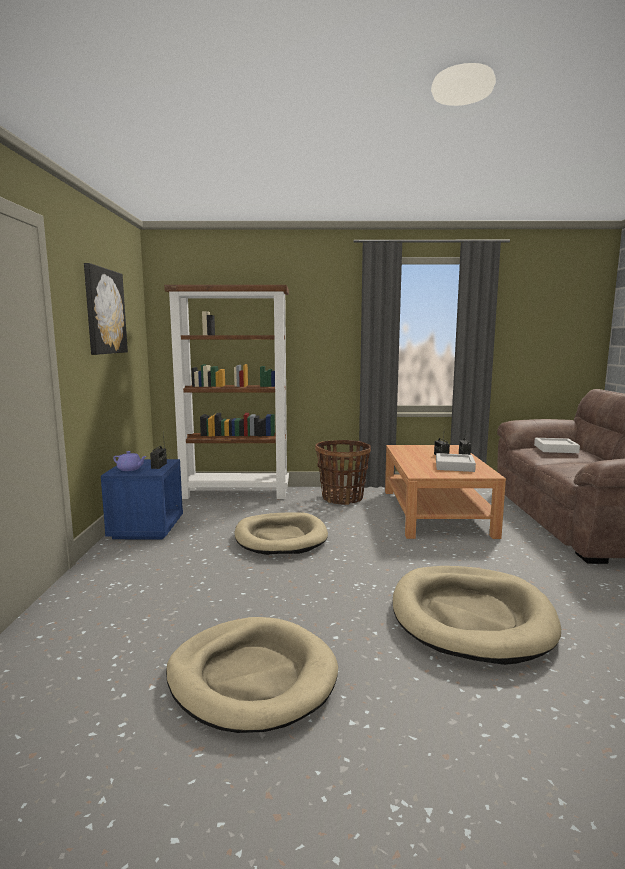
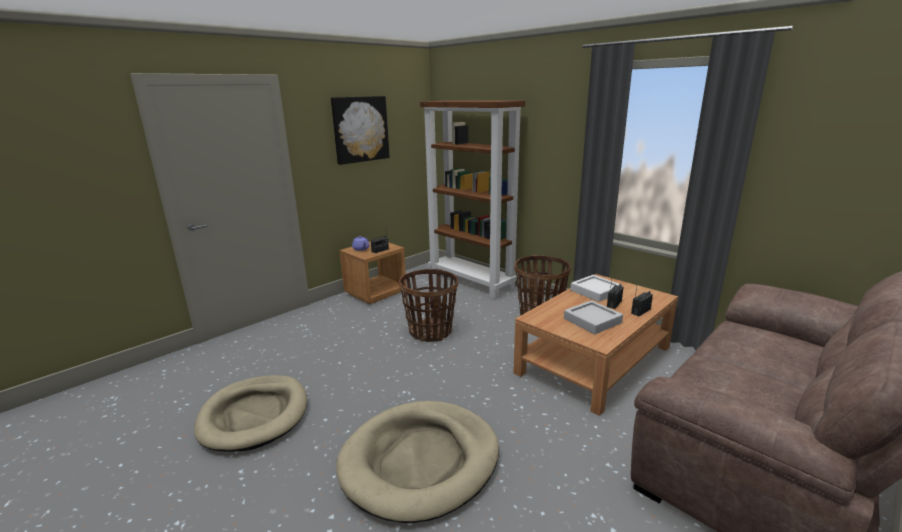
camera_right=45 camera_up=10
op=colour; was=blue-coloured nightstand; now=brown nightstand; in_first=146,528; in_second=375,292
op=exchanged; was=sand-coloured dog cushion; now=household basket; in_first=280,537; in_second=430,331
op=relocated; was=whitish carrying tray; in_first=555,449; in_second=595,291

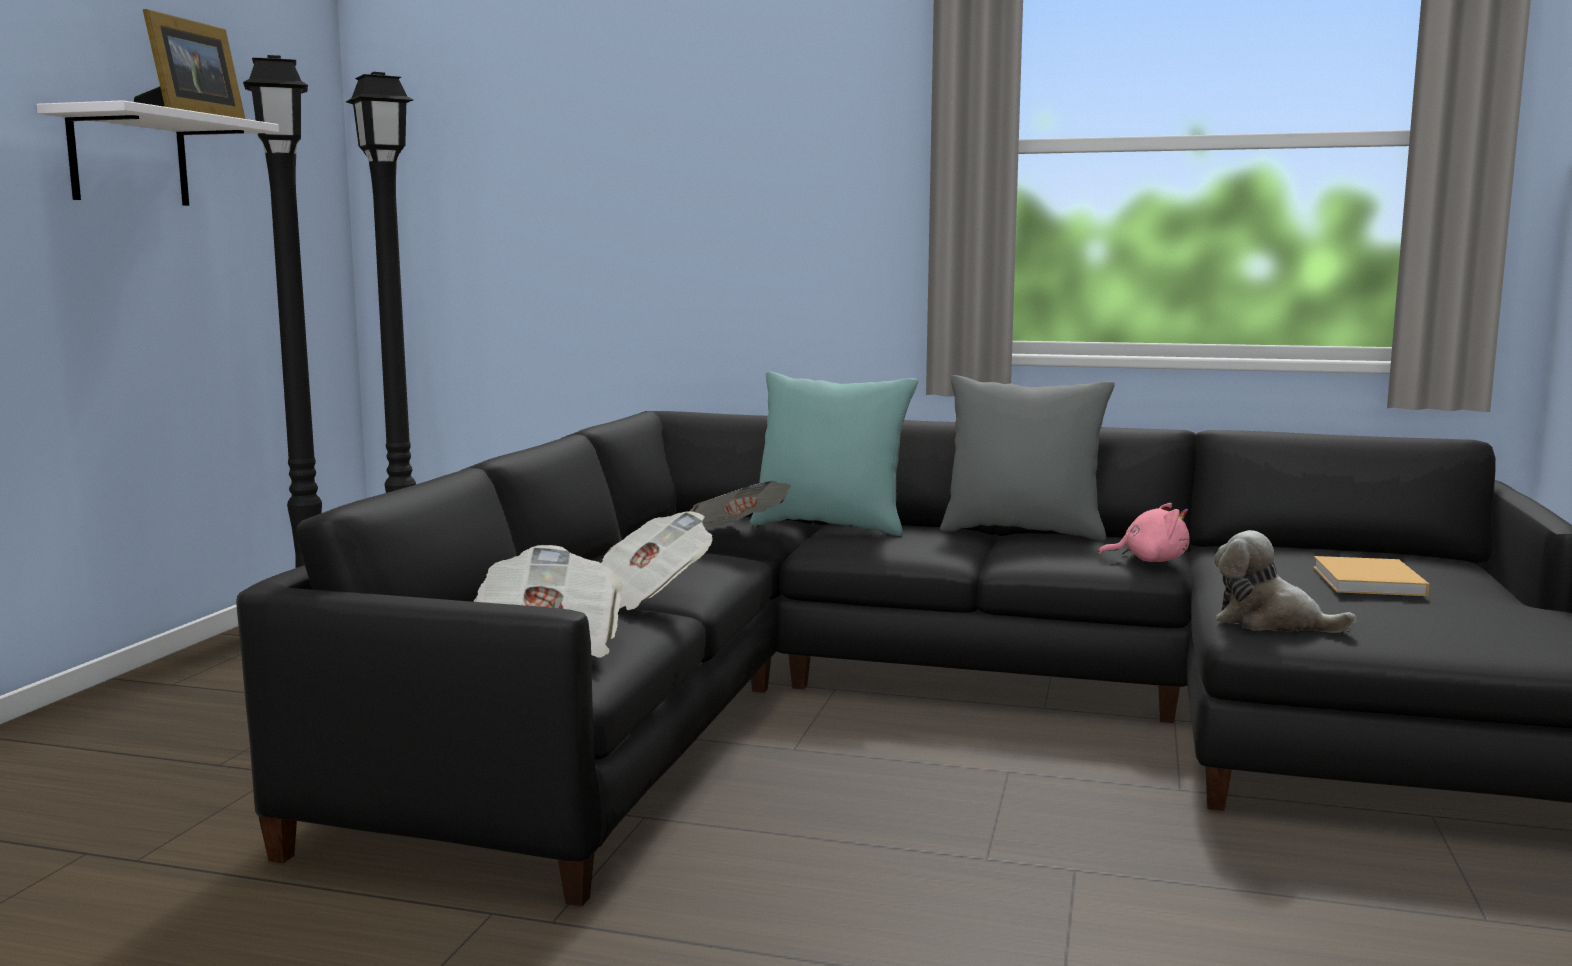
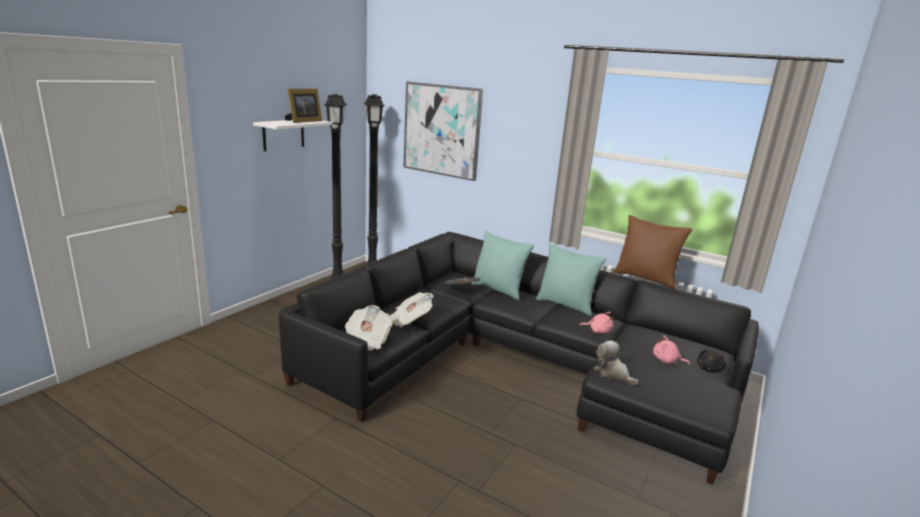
camera_right=15 camera_up=10
op=appeared; now=picture; in_second=441,130
op=colour; was=grey pillow; now=blue-green pillow; in_first=1023,532; in_second=565,305
op=appeared; now=brown pillow; in_second=645,278
op=exchanged; was=sand-coloured bound book; now=pink-coloured cuddly toy; in_first=1369,582; in_second=667,361
op=appeared; now=black cuddly toy; in_second=709,369

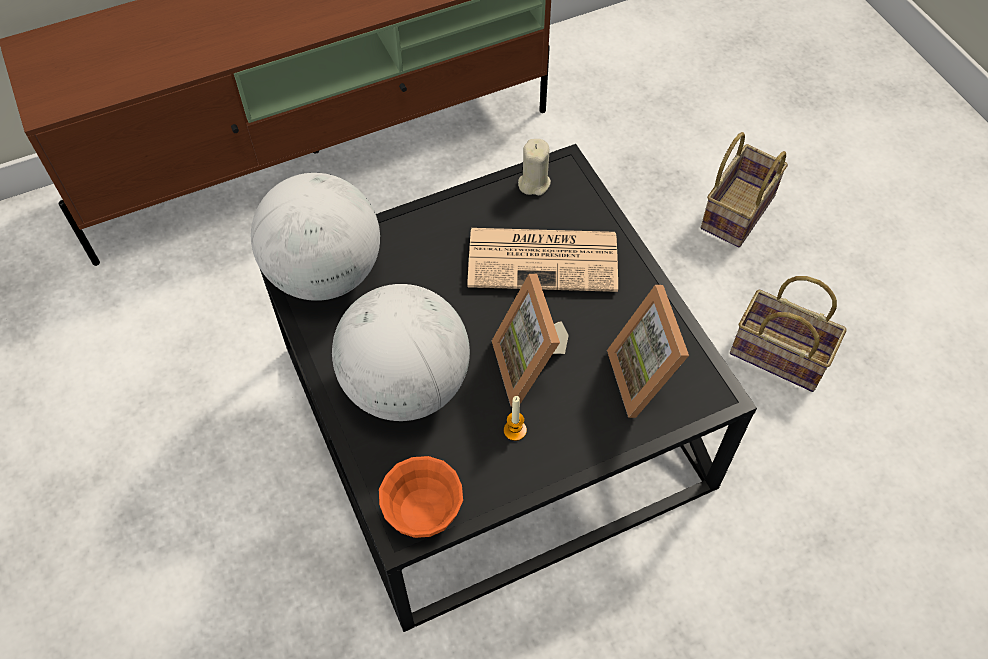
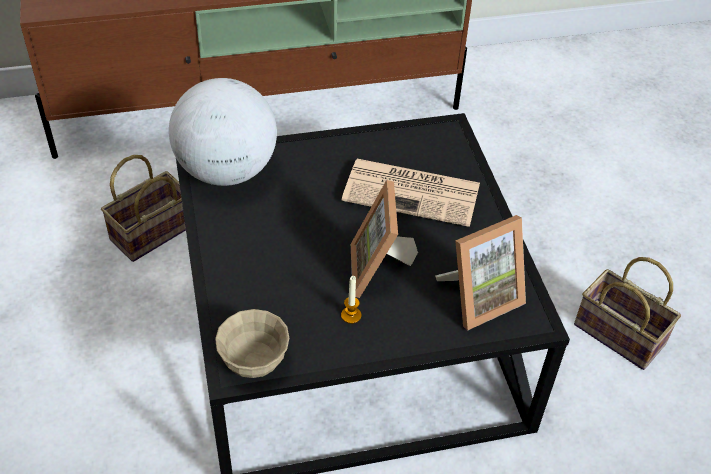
camera_right=10 camera_up=-10
op=relocated; was=household basket; in_first=737,210; in_second=153,230
op=colour; was=orangey serving bowl; now=sand-coloured serving bowl; in_first=423,513; in_second=254,362
op=spun; was=standing frame; in_first=649,378; in_second=479,297; clockwise=-120
op=missing; was=world globe; in_first=406,386
op=missing; was=sand-coloured wax light; in_first=534,183

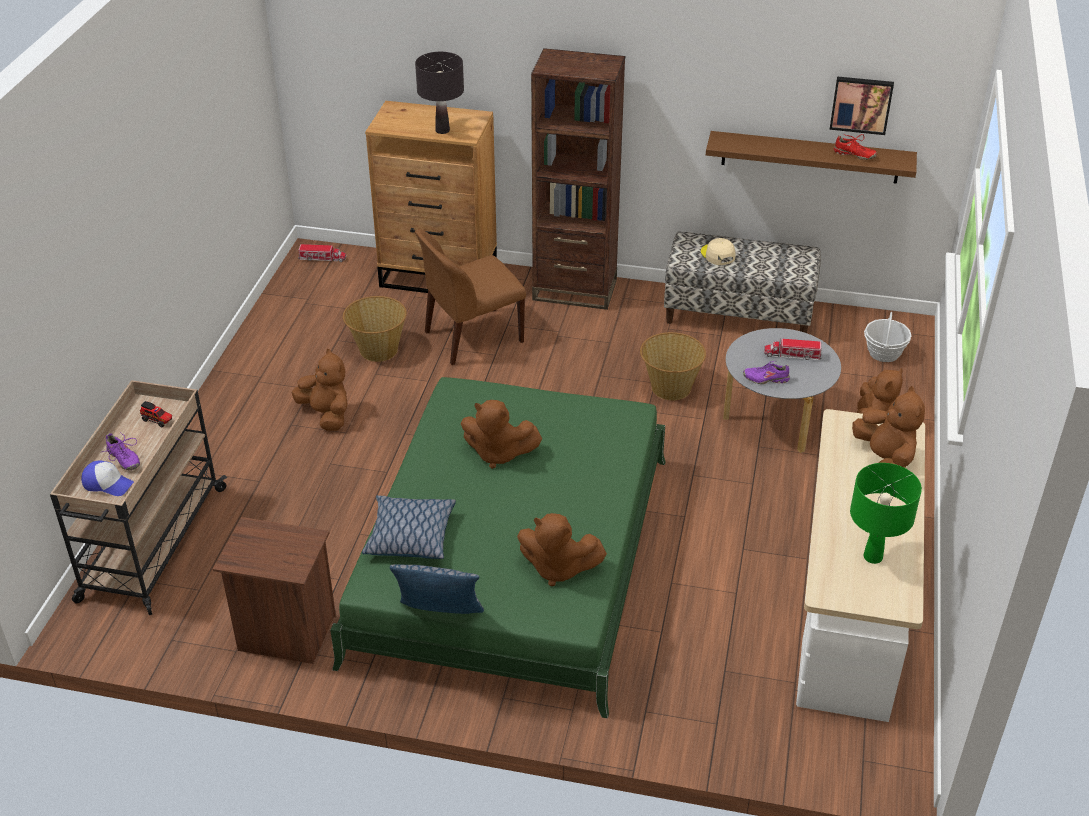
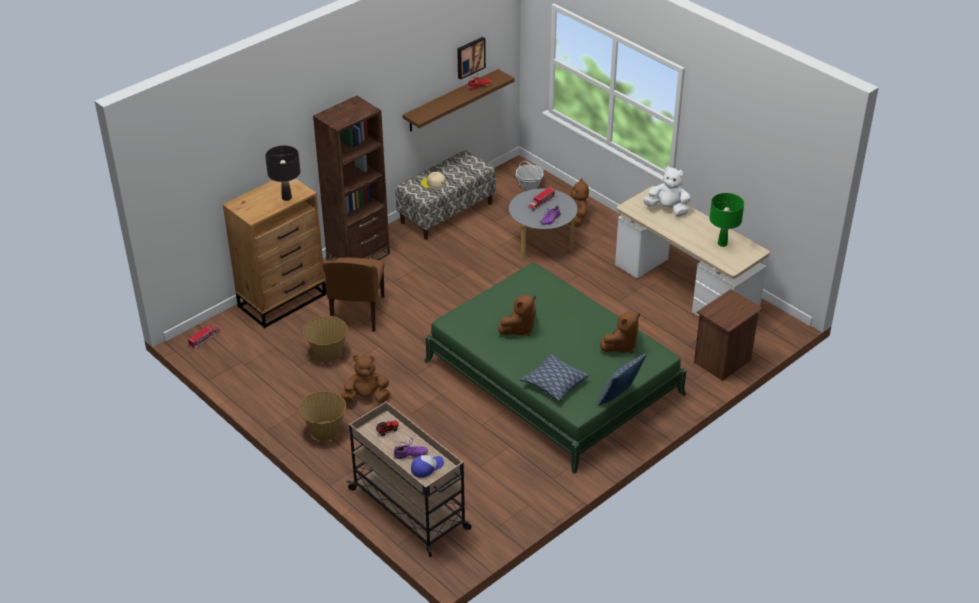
camera_right=-55 camera_up=0
op=relocated; was=household basket; in_first=670,388; in_second=325,431
op=colour; was=brown cuddly toy; now=whitish cuddly toy; in_first=884,461; in_second=667,209
op=relocated; was=brown nightstand; in_first=286,634; in_second=723,362

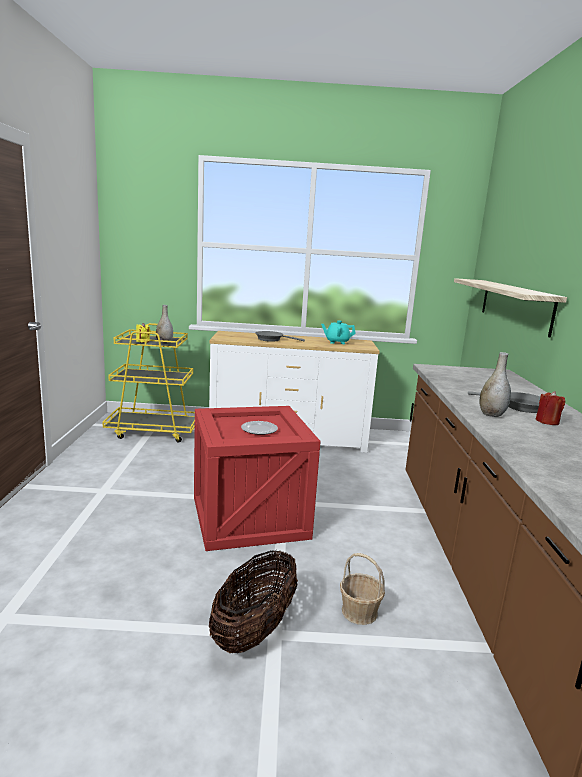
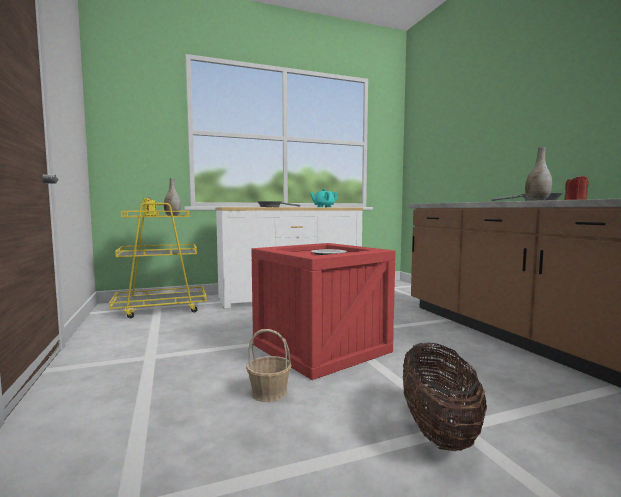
camera_right=-20 camera_up=-10
op=relocated; was=household basket; in_first=359,612; in_second=269,393
op=missing; was=wall shelf; in_first=514,305

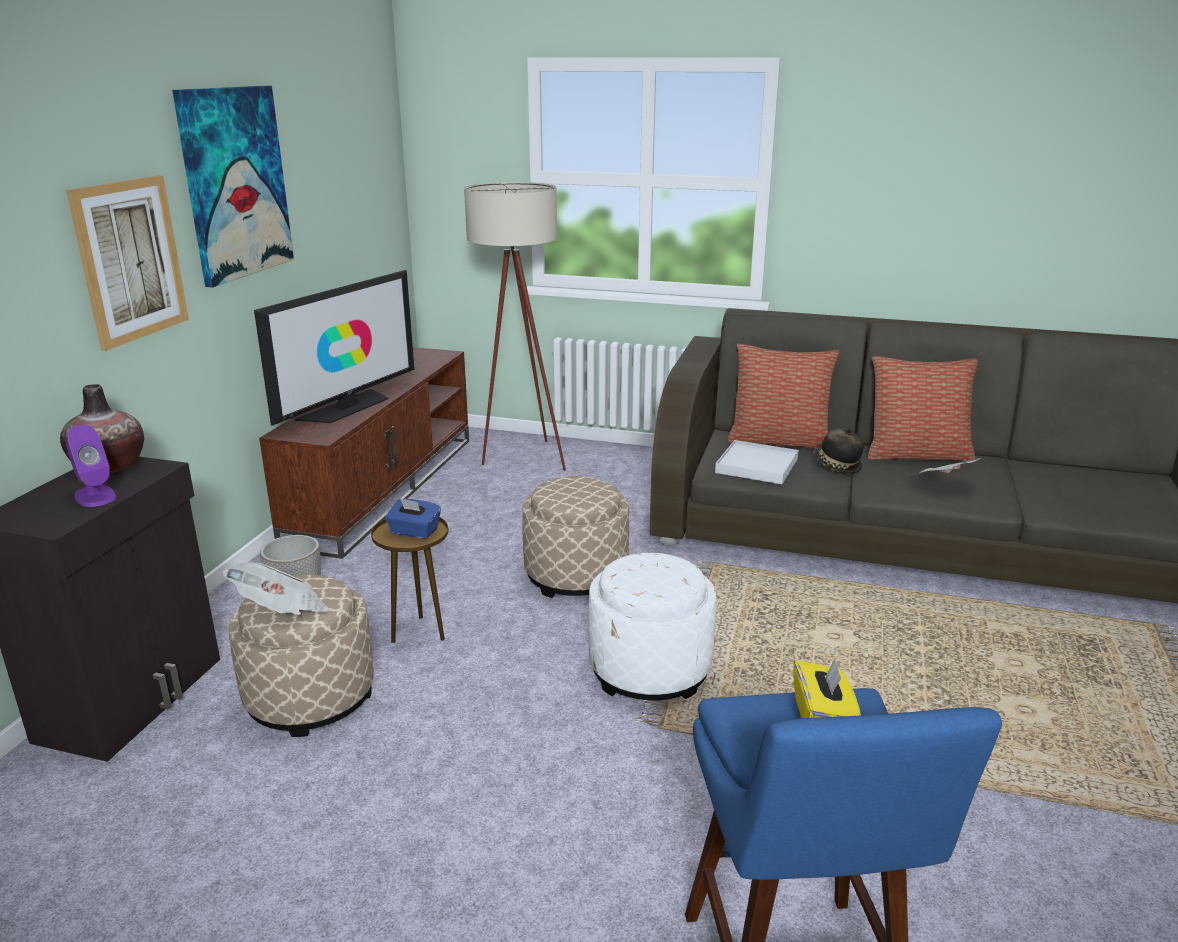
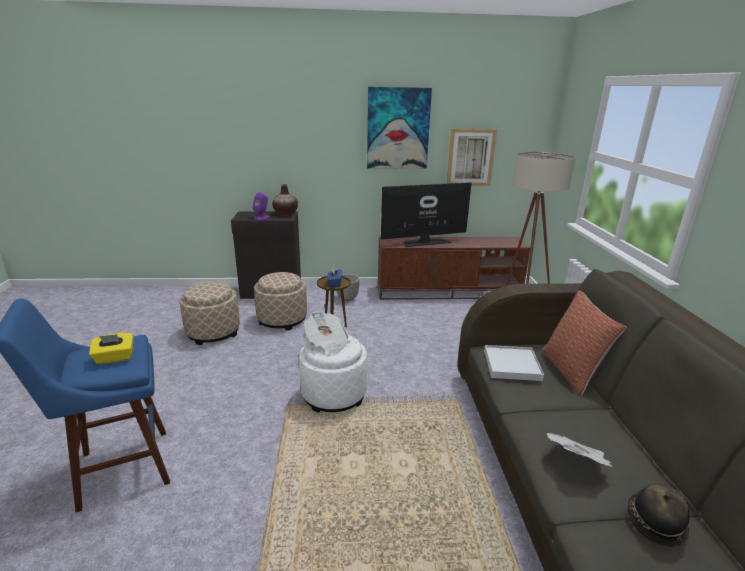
camera_right=70 camera_up=0
op=relocated; was=sand-coloured footrest; in_first=576,575; in_second=213,332
op=relocated; was=daily paper; in_first=281,611; in_second=327,343
op=spun; was=television; in_first=347,407; in_second=424,242; clockwise=150
op=relocated; was=picture; in_first=130,260; in_second=470,157
op=relocated; was=hat; in_first=836,466; in_second=654,522
op=missing; was=pillow; in_first=916,454

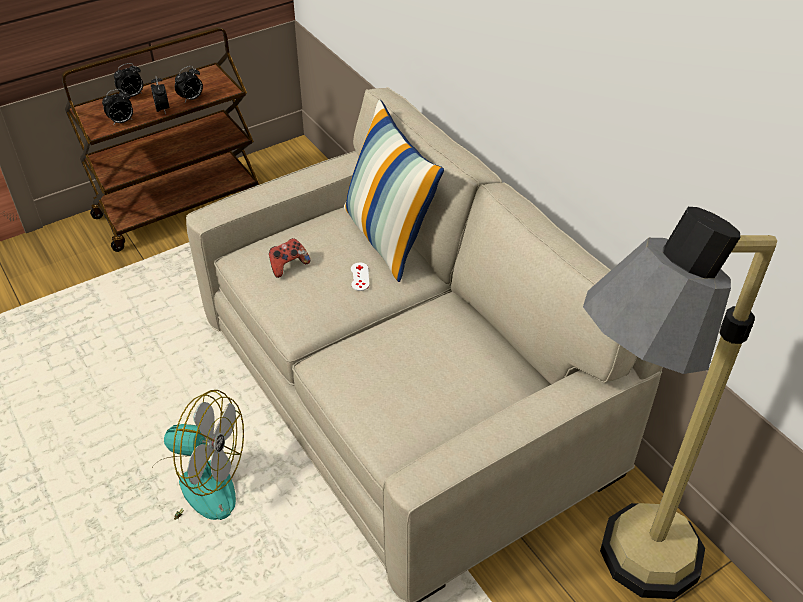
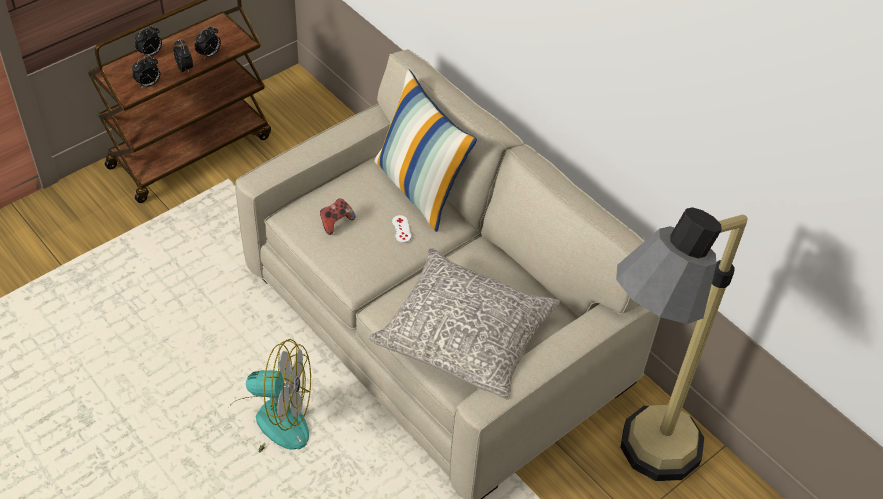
camera_right=-10 camera_up=5
op=appeared; now=grey pillow; in_second=465,335

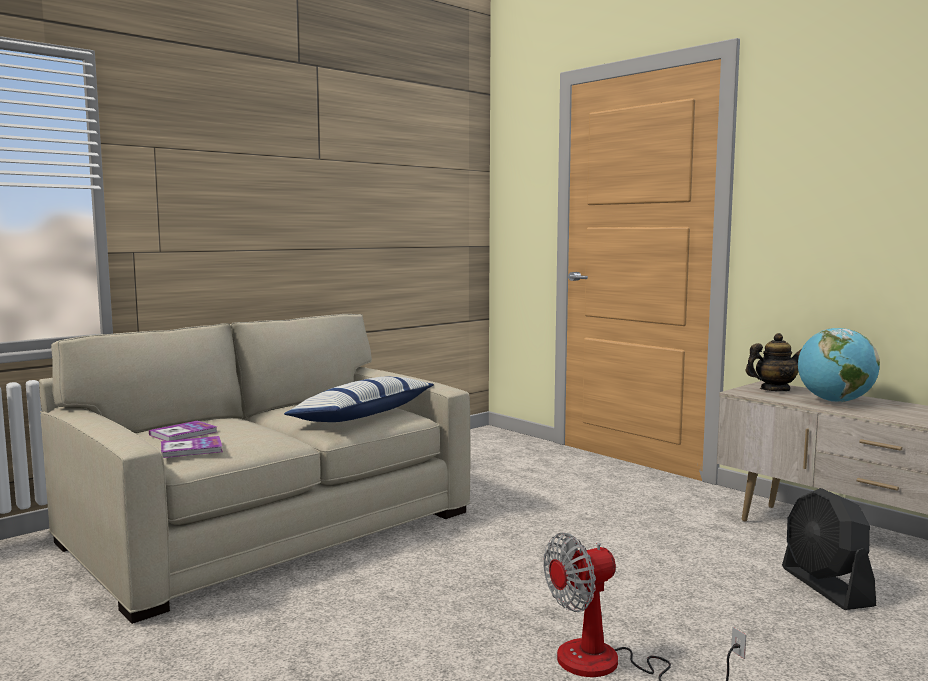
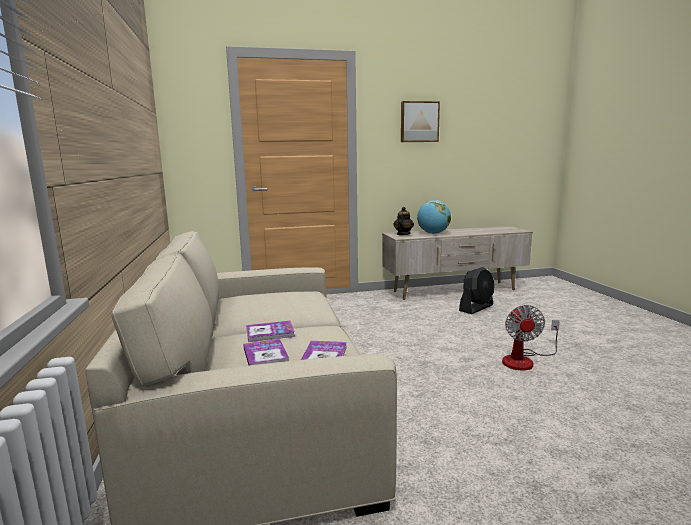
camera_right=-60 camera_up=5
op=appeared; now=bound book; in_second=270,333
op=appeared; now=picture; in_second=419,122
op=spun; was=black fan; in_first=826,587; in_second=476,308; clockwise=-60
op=missing; was=pillow; in_first=363,415

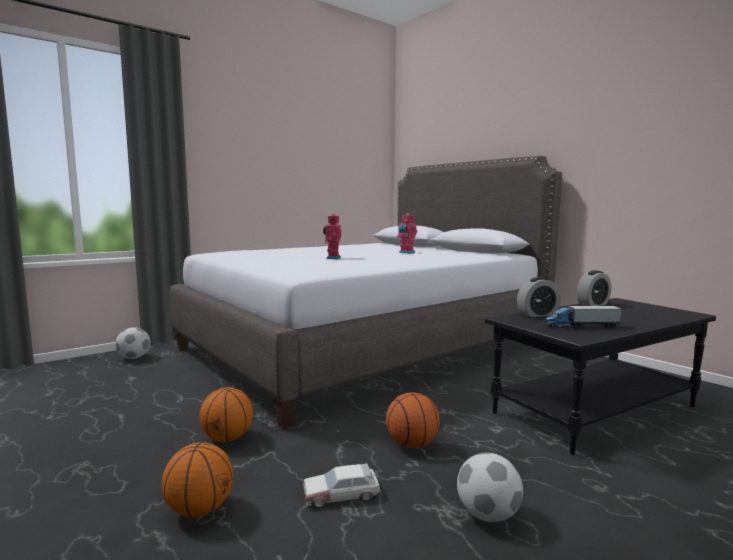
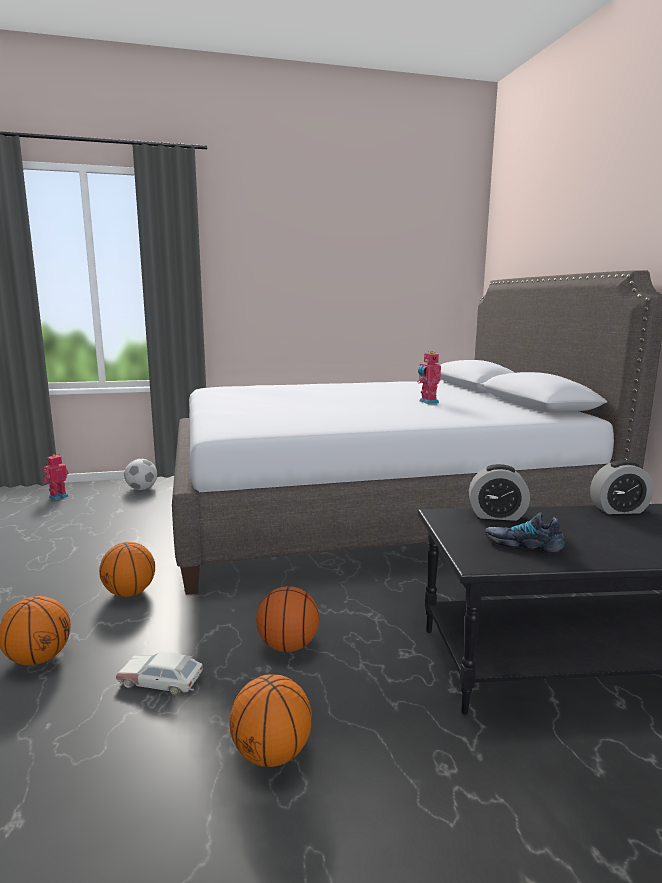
camera_right=25 camera_up=5
op=relocated; was=model robot; in_first=332,258; in_second=57,497
op=exchanged; was=ball for football; now=ball for basketball; in_first=488,515; in_second=272,753
op=exchanged; was=toy truck; now=item of footwear; in_first=581,326; in_second=523,544

